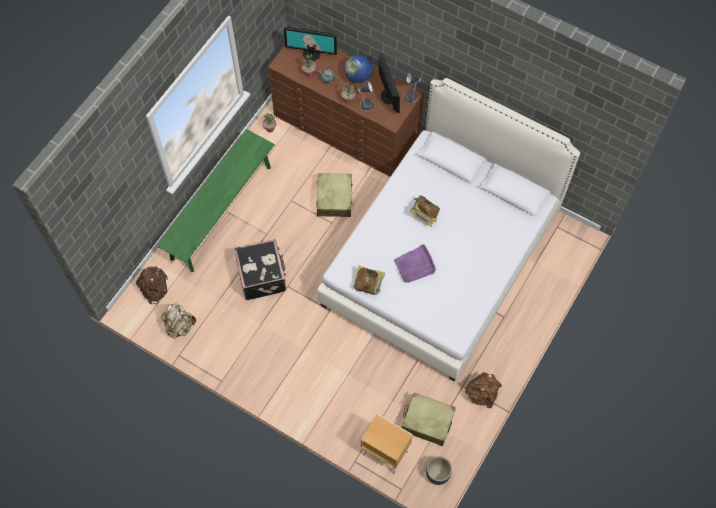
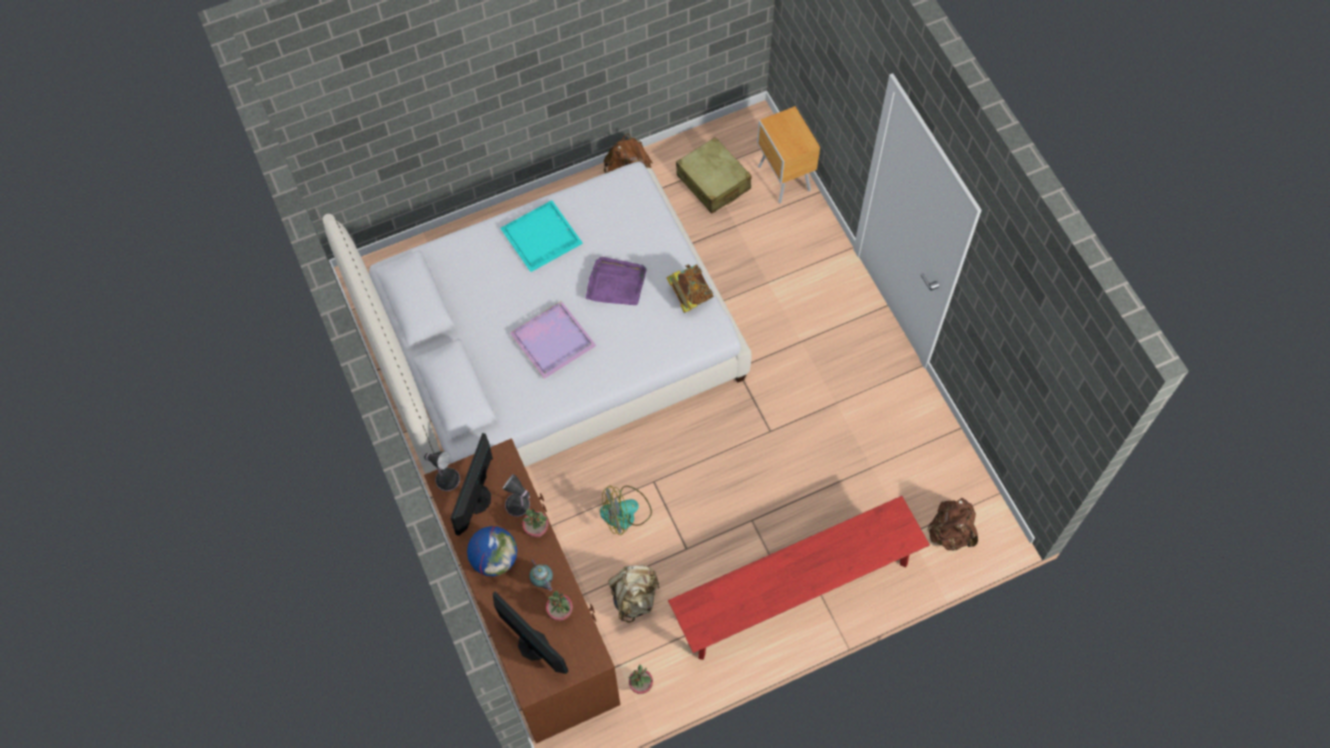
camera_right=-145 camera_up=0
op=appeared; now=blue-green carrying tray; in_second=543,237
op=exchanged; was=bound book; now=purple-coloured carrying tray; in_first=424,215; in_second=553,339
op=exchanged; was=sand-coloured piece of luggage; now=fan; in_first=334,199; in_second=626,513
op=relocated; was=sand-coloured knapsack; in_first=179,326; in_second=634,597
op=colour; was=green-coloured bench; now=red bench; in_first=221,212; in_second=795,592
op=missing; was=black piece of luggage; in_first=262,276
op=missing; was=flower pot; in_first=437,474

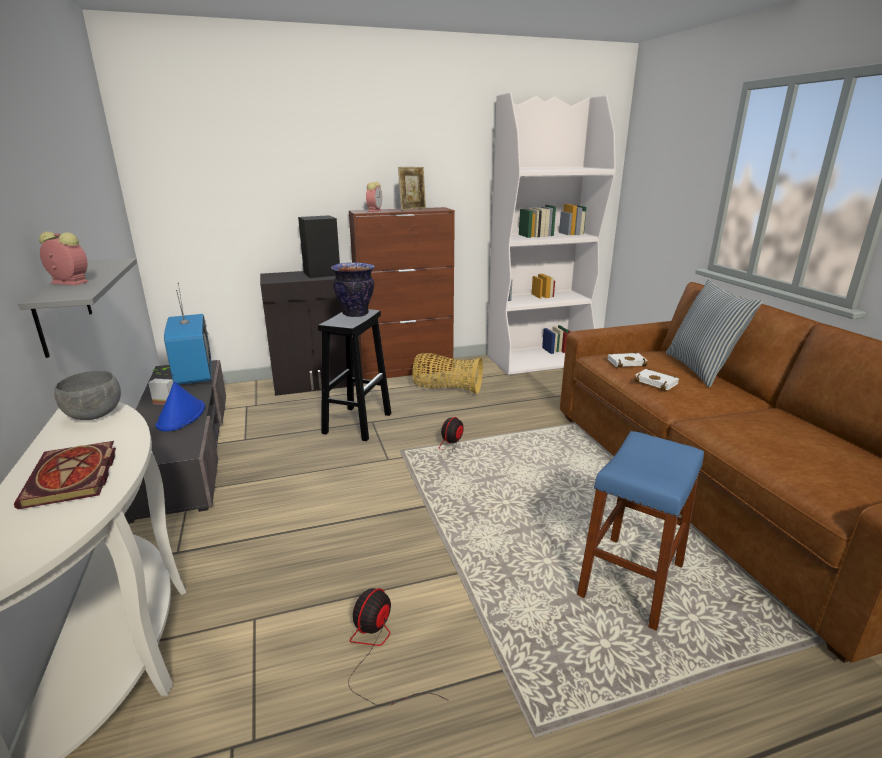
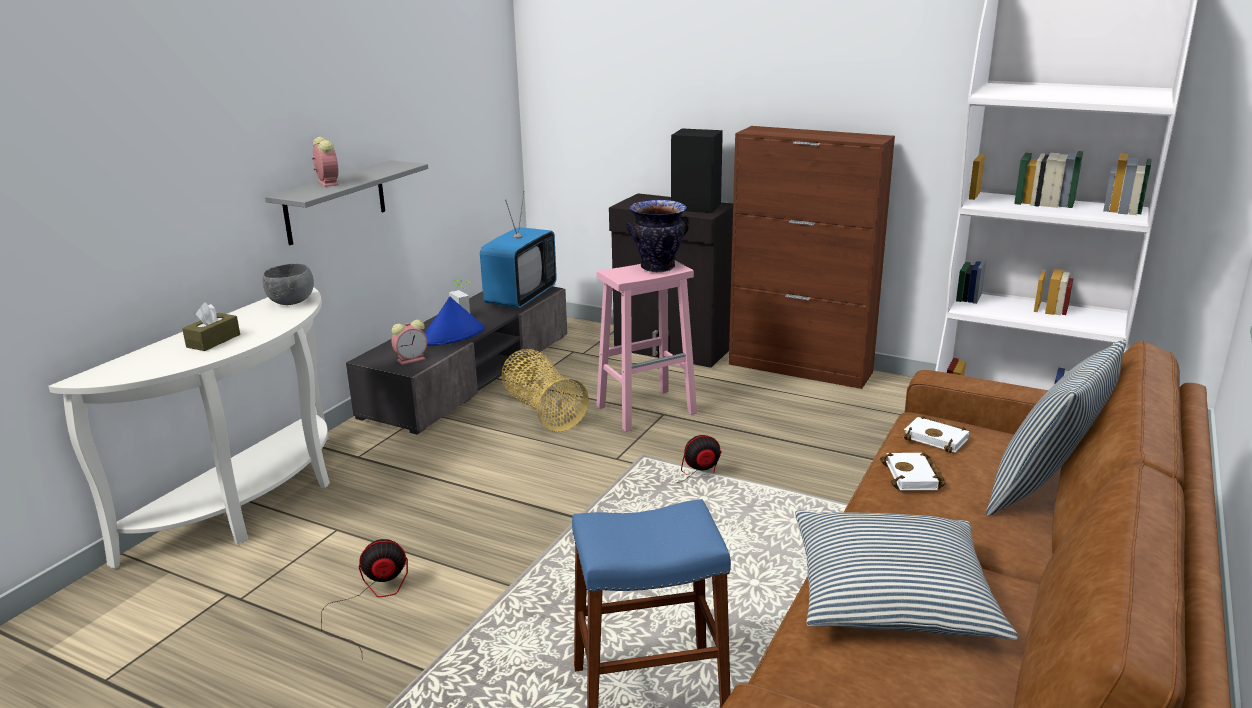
camera_right=45 camera_up=0
op=exchanged; was=bound book; now=brown tissue box; in_first=73,478; in_second=213,341
op=relocated; was=alarm clock; in_first=374,211; in_second=412,359
op=relocated; was=household basket; in_first=446,388; in_second=542,411
op=colour; was=black stool seat; now=pink-coloured stool seat; in_first=358,423; in_second=647,409
op=appeared; now=pillow; in_second=891,594
op=missing; was=standing frame; in_first=412,209

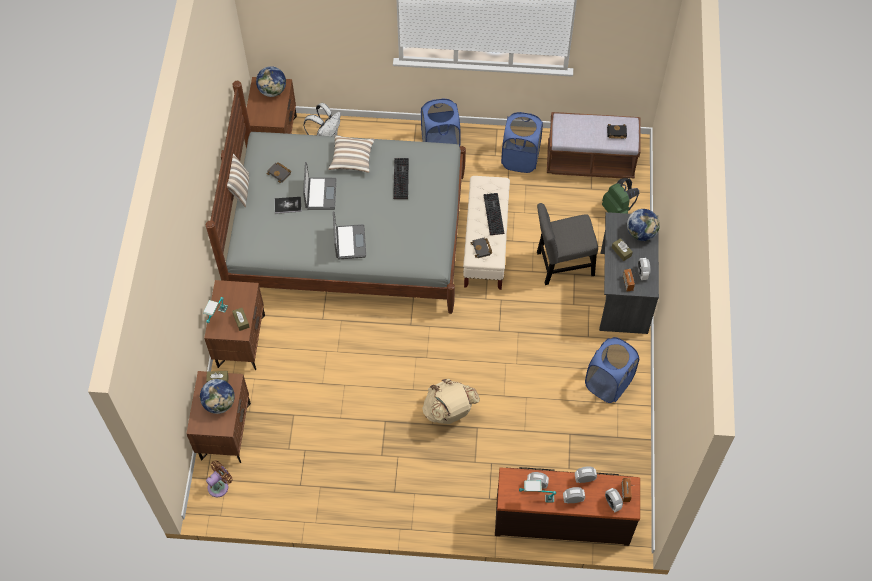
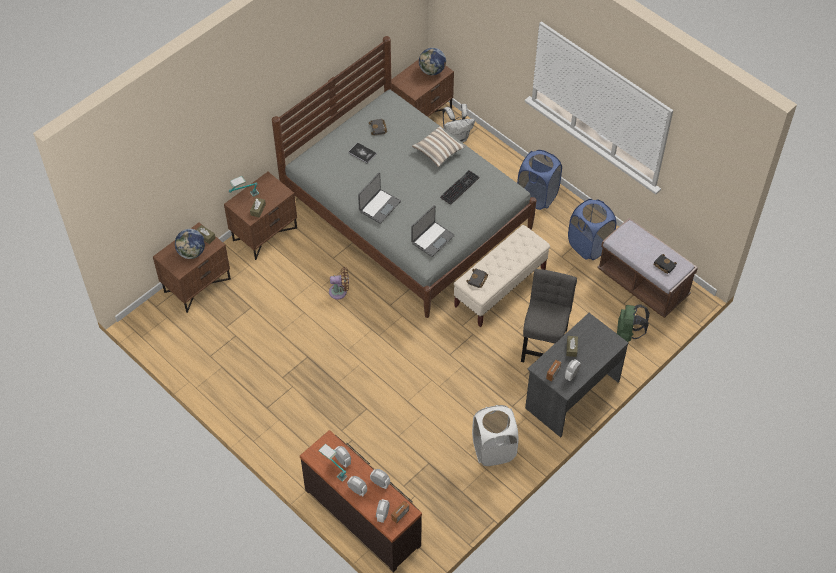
camera_right=40 camera_up=-5
op=relocated; was=brown fan; in_first=220,485; in_second=340,291
op=relocated; was=laptop; in_first=320,194; in_second=432,239
op=colour; was=blue-coloured washing basket; now=whitish washing basket; in_first=608,383; in_second=493,450
op=spun; was=grey upright chair; in_first=562,265; in_second=544,342; clockwise=75
op=missing; was=pillow; in_first=239,190
op=missing; was=sand-coloured knapsack; in_first=449,411
op=missing; was=computer keyboard; in_first=492,214
op=missing; was=world globe; in_first=641,233

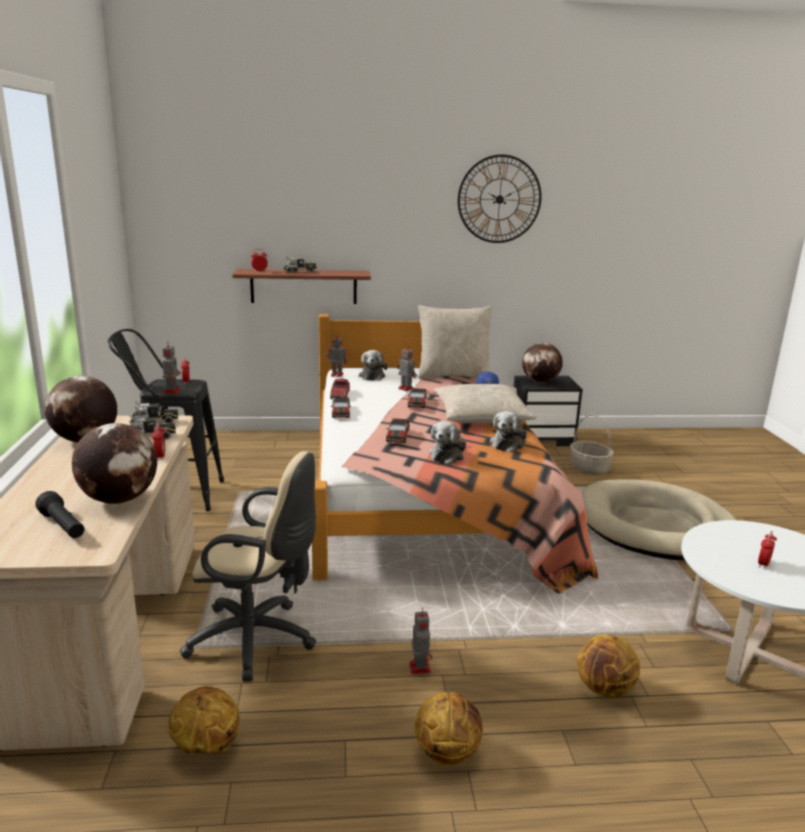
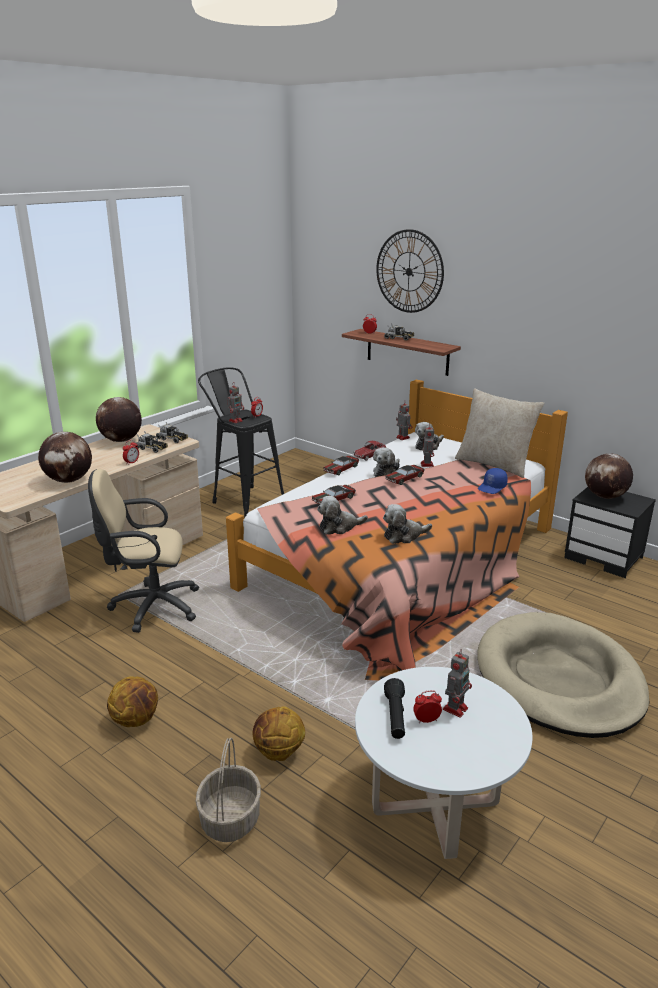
camera_right=45 camera_up=5
op=spun; was=sand-coloured office chair; in_first=258,640; in_second=150,607; clockwise=120
op=relocated; was=household basket; in_first=588,469; in_second=230,818
op=appeared; now=cuddly toy; in_second=387,473
op=relocated; was=wall clock; in_first=499,199; in_second=409,271
op=relocated; was=black torch; in_first=63,526; in_second=395,717
op=relocated; was=model robot; in_first=419,667; in_second=456,708
op=missing; was=ball for basketball; in_first=205,747
op=missing; was=sand-coloured pillow; in_first=482,416

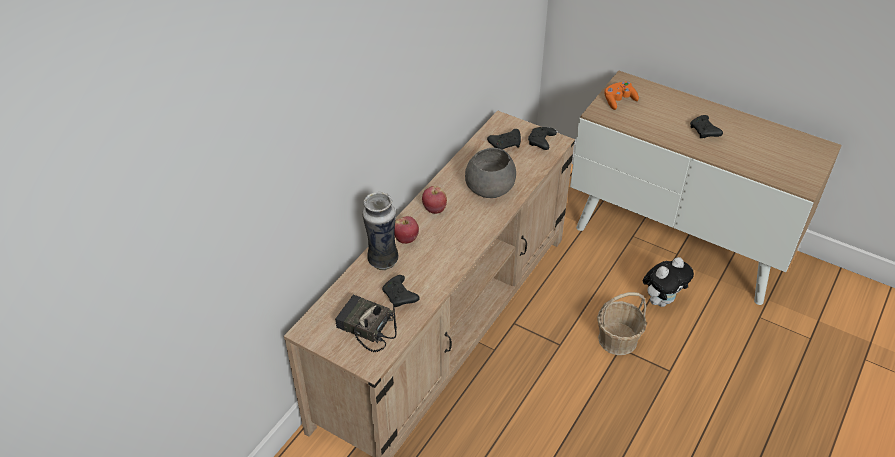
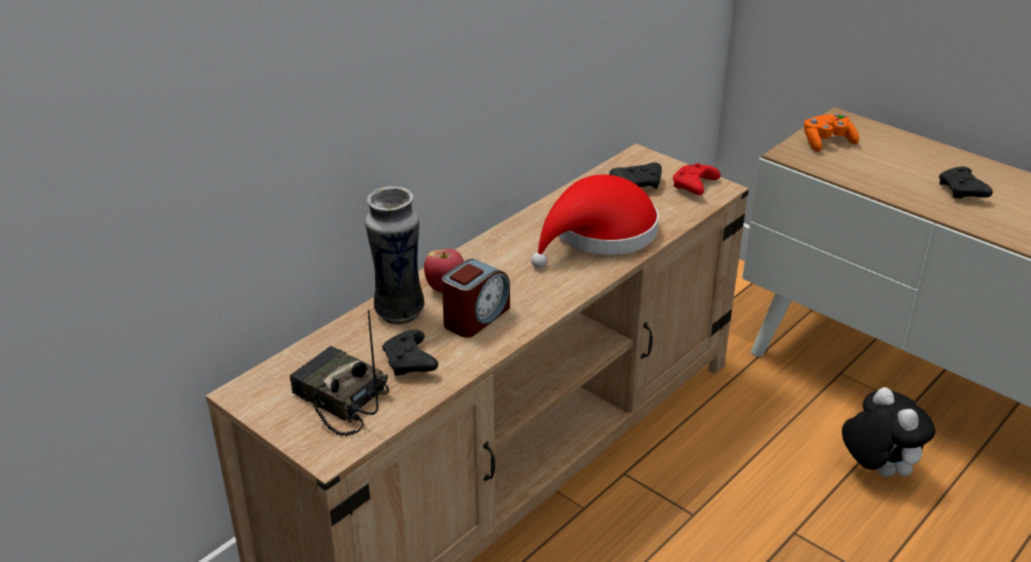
camera_right=10 camera_up=-10
op=appeared; now=alarm clock; in_second=476,317
op=exchanged; was=grey serving bowl; now=red hat; in_first=490,187; in_second=599,235
op=colour; was=black joypad; now=red joypad; in_first=541,142; in_second=694,187
op=spun; was=cuddly toy; in_first=662,300; in_second=876,470; clockwise=-90
op=missing; was=apple fruit; in_first=434,209
op=missing; was=household basket; in_first=618,339

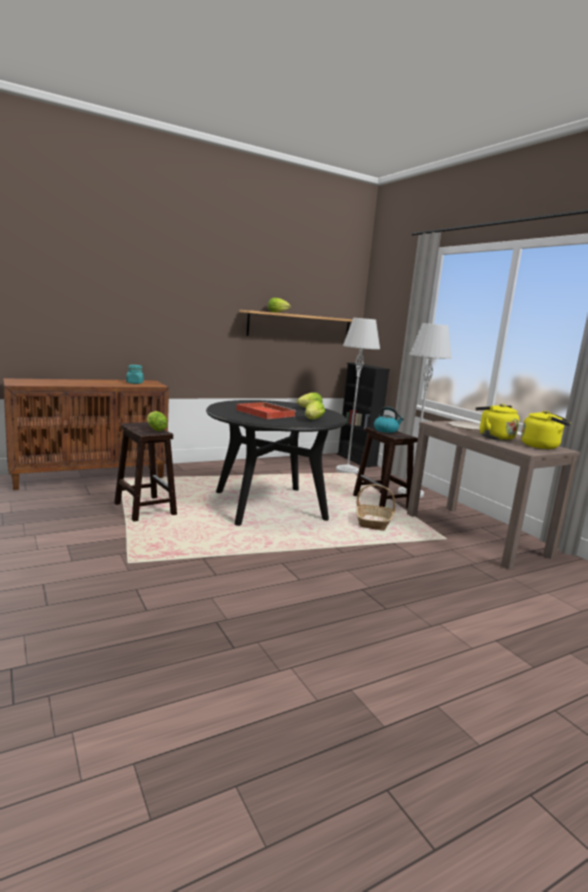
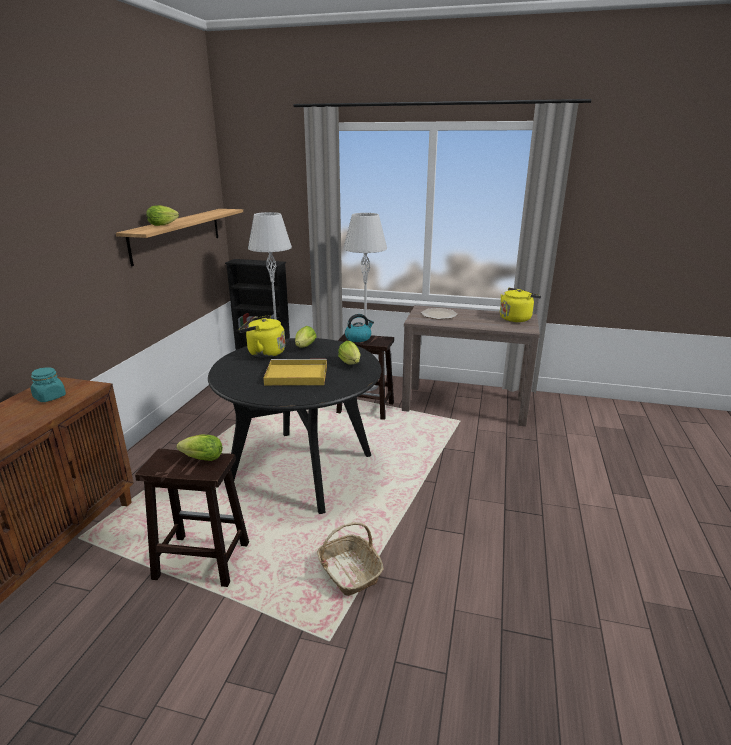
camera_right=-45 camera_up=10
op=relocated; was=yellow-coloured water kettle; in_first=493,437; in_second=264,353
op=colour; was=red carrying tray; now=yellow-coloured carrying tray; in_first=264,413; in_second=295,375
op=relocated; was=household basket; in_first=374,523; in_second=349,572

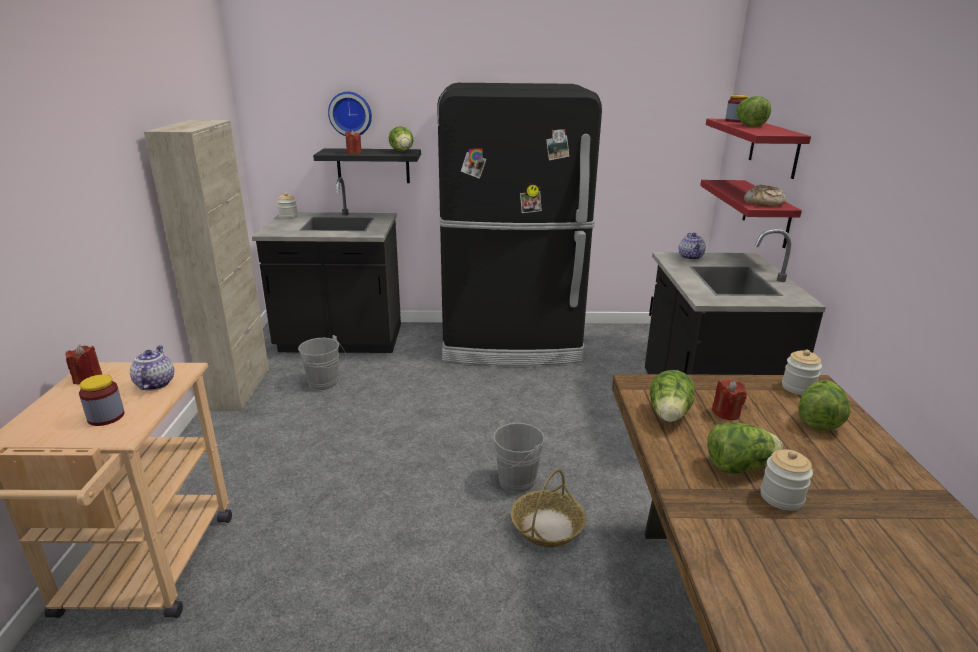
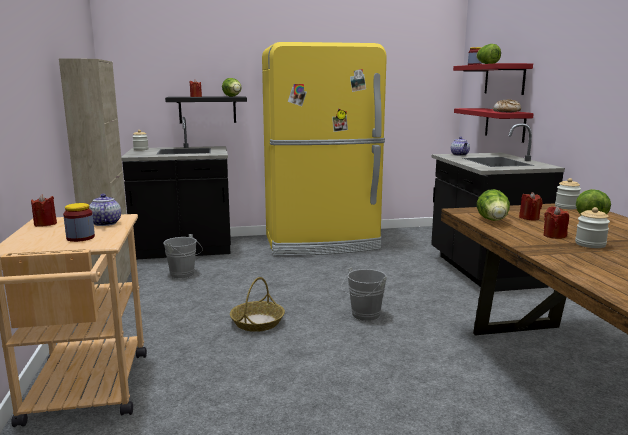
camera_right=-10 camera_up=-10
op=relocated; was=household basket; in_first=547,526; in_second=257,322
op=colour; was=black kitchen fridge; now=yellow-coloured kitchen fridge; in_first=511,343; in_second=322,243
op=exchanged; was=lettuce; now=red wax light; in_first=738,466; in_second=554,236
op=missing; was=wall clock; in_first=350,114

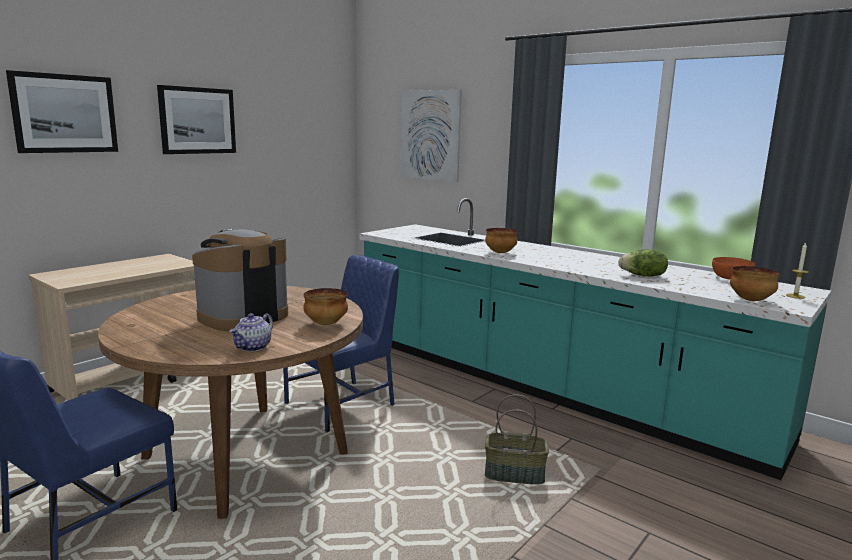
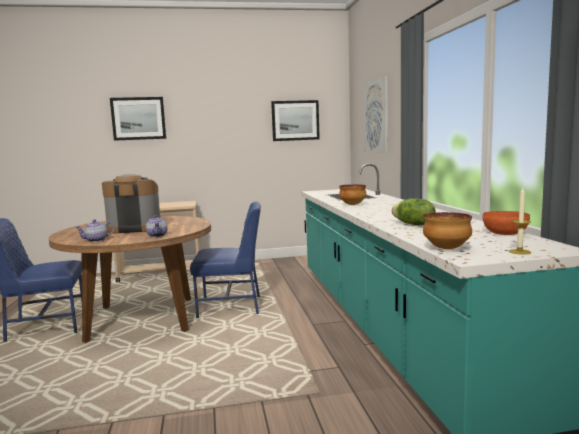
camera_right=40 camera_up=-5
op=exchanged; was=serving bowl; now=tea pot; in_first=326,323; in_second=157,235
op=relocated; was=picture; in_first=197,120; in_second=295,120
op=missing; was=household basket; in_first=515,474

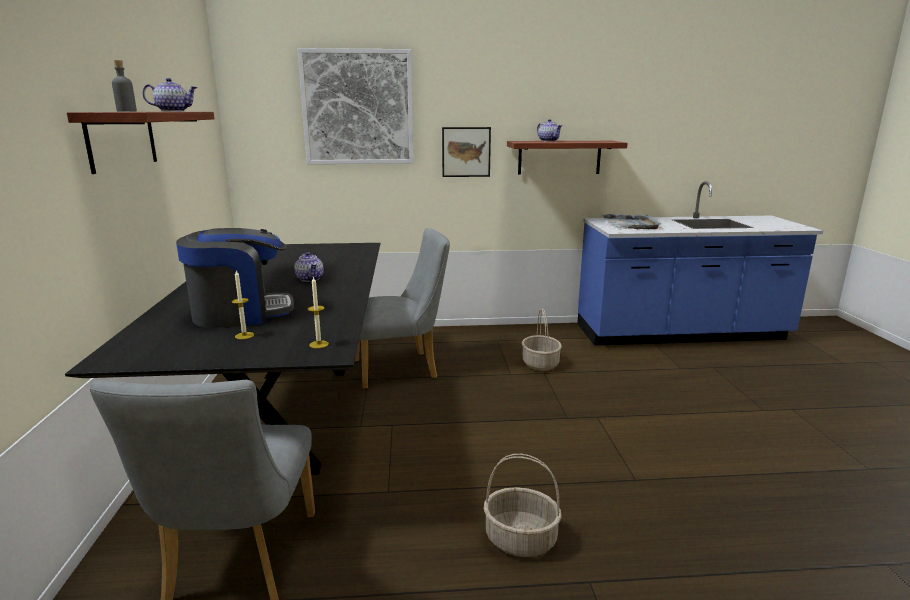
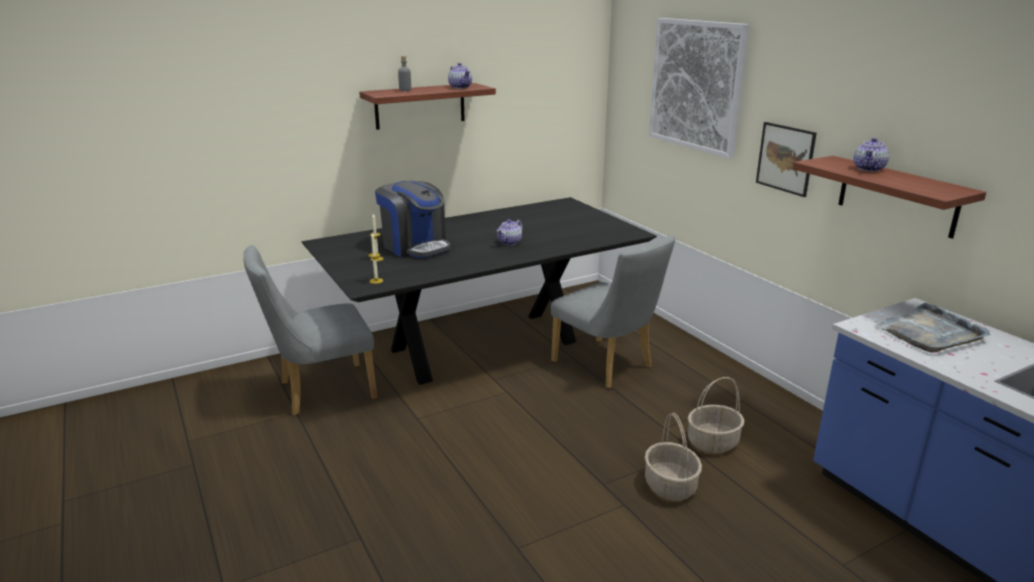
camera_right=65 camera_up=5
op=relocated; was=household basket; in_first=521,539; in_second=671,486

